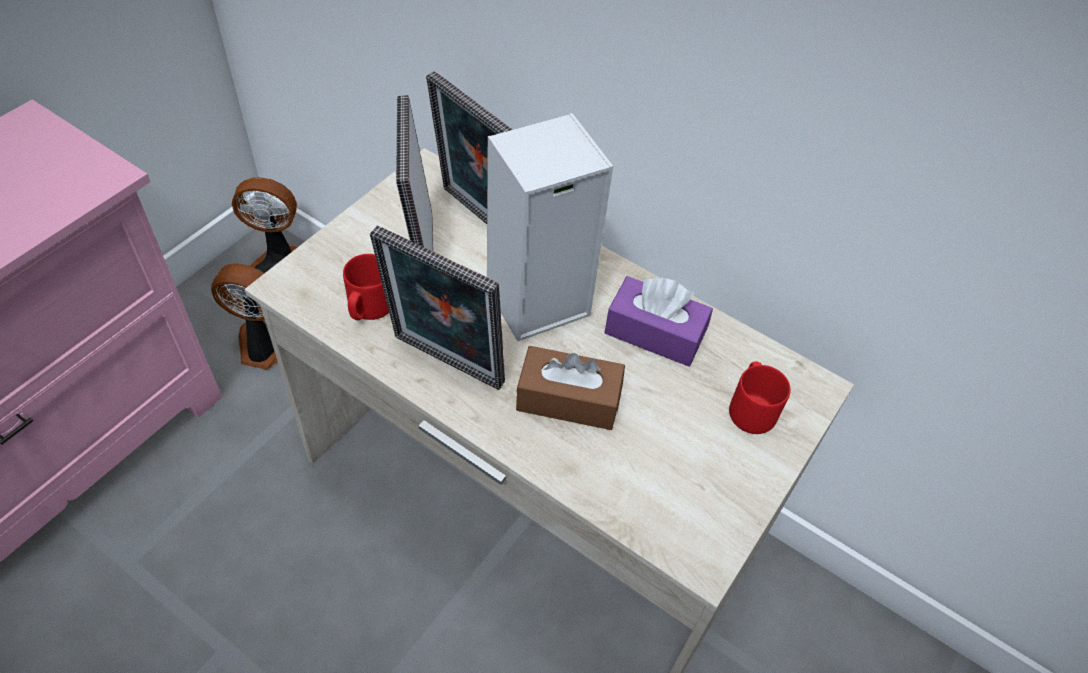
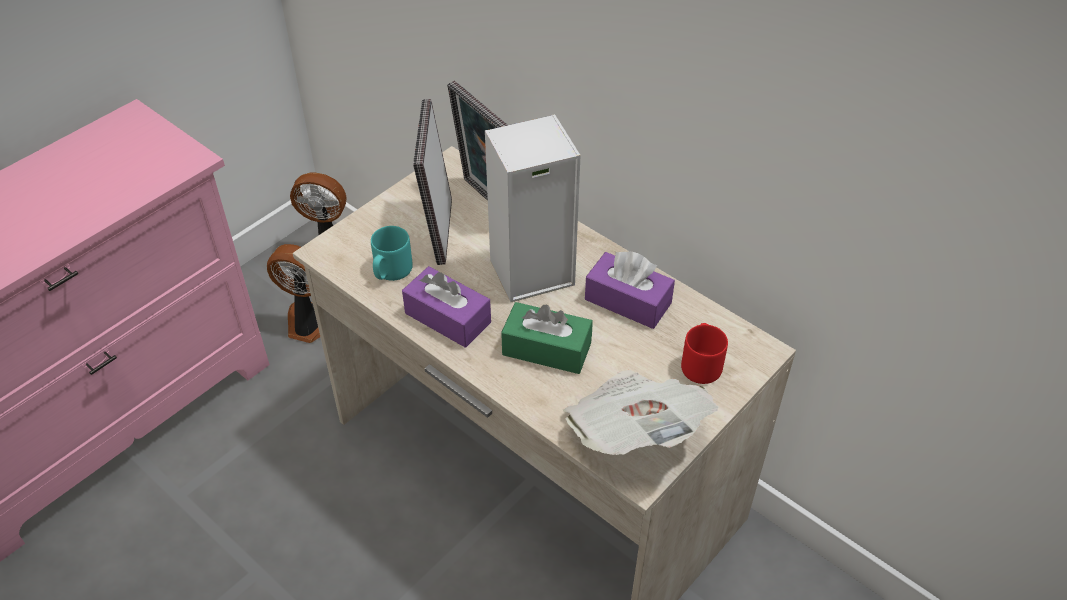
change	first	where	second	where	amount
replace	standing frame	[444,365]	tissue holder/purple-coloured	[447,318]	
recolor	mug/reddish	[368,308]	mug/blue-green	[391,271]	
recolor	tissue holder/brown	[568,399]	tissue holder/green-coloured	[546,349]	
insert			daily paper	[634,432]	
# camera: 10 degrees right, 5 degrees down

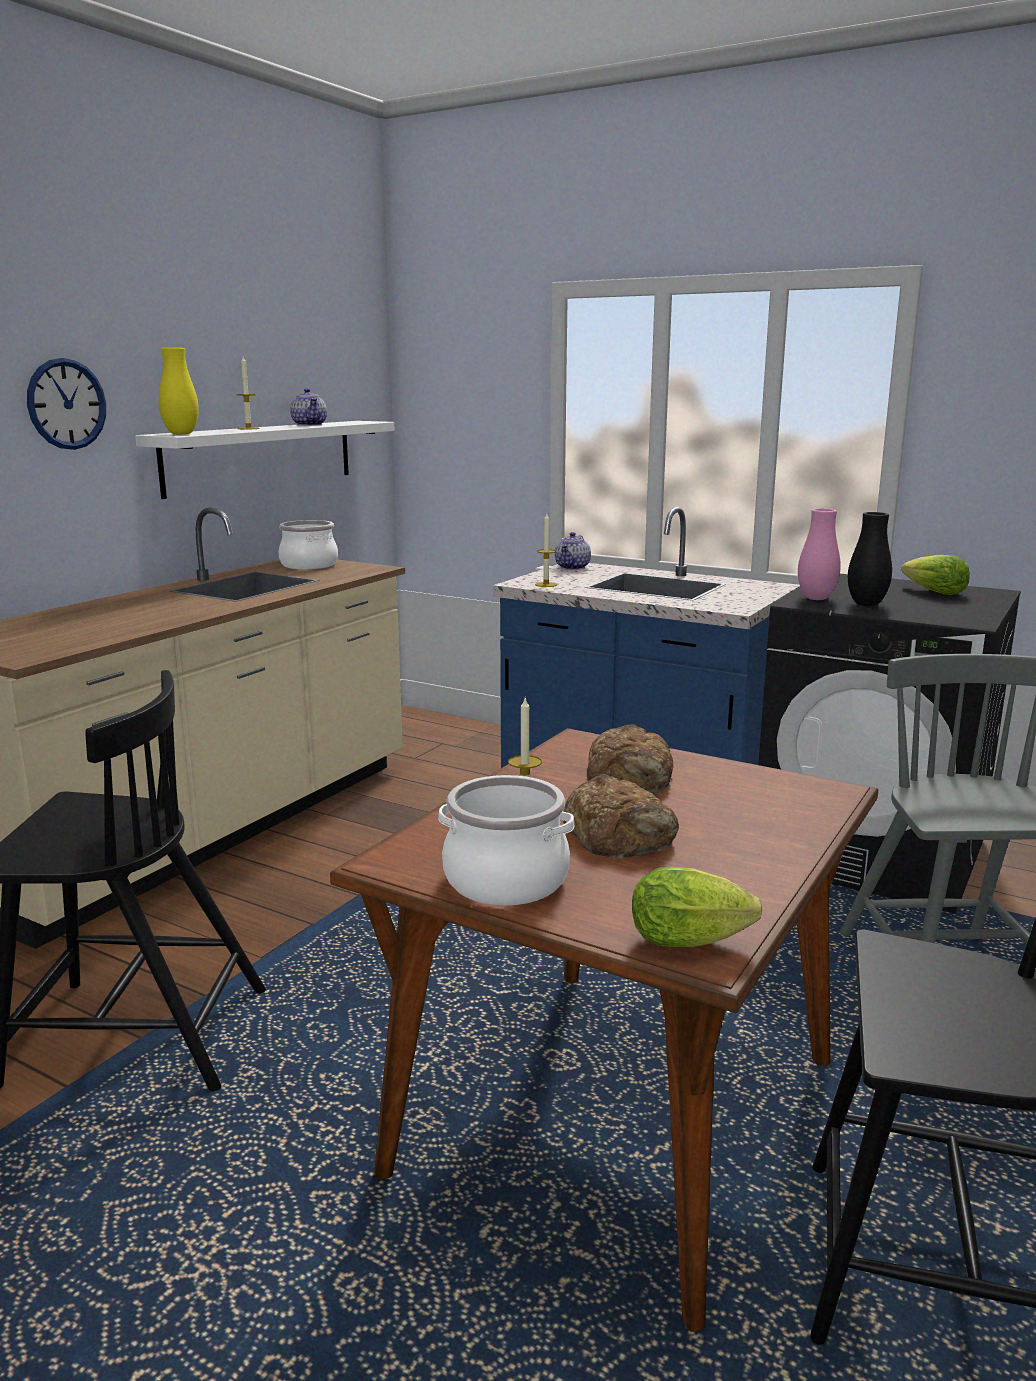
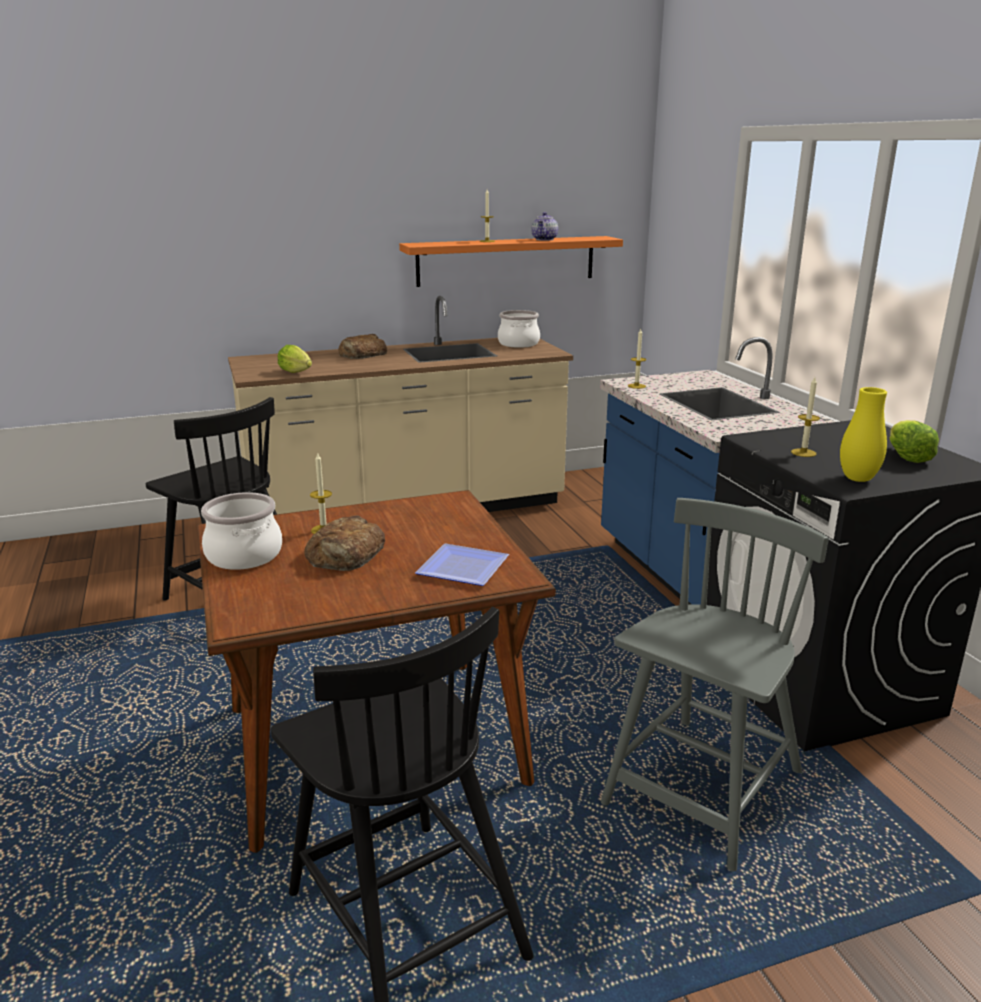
change	first	where	second	where	amount
move	vase/yellow-coloured	[181,434]		[857,479]	
delete	hanging clock	[66,404]			
recolor	shelf/white	[261,456]	shelf/orange-coloured	[506,261]	
delete	vase/pink	[816,598]			
replace	vase/blackish	[866,604]	candle	[803,453]	
delete	teapot	[573,567]			
move	bread	[631,774]		[362,354]	
move	head of lettuce	[695,941]		[297,373]	
insert			plate	[459,569]	
# camera: 40 degrees right, 5 degrees up

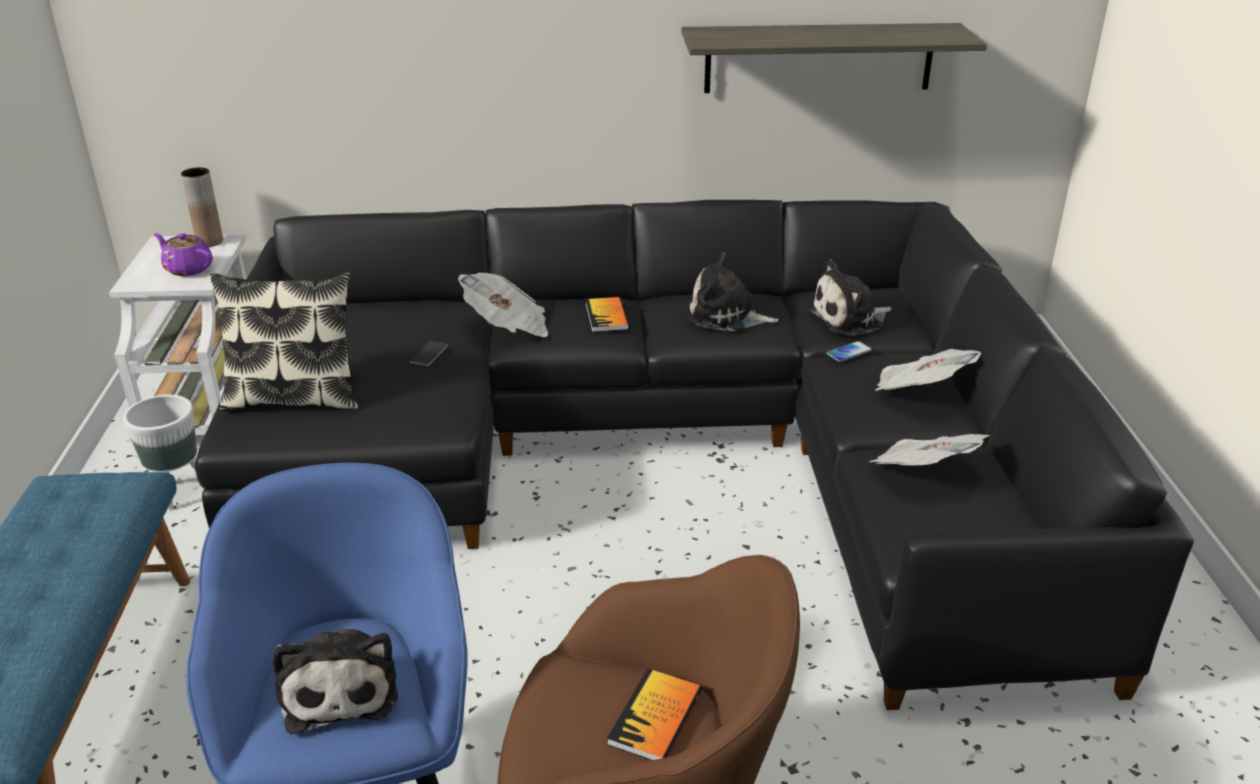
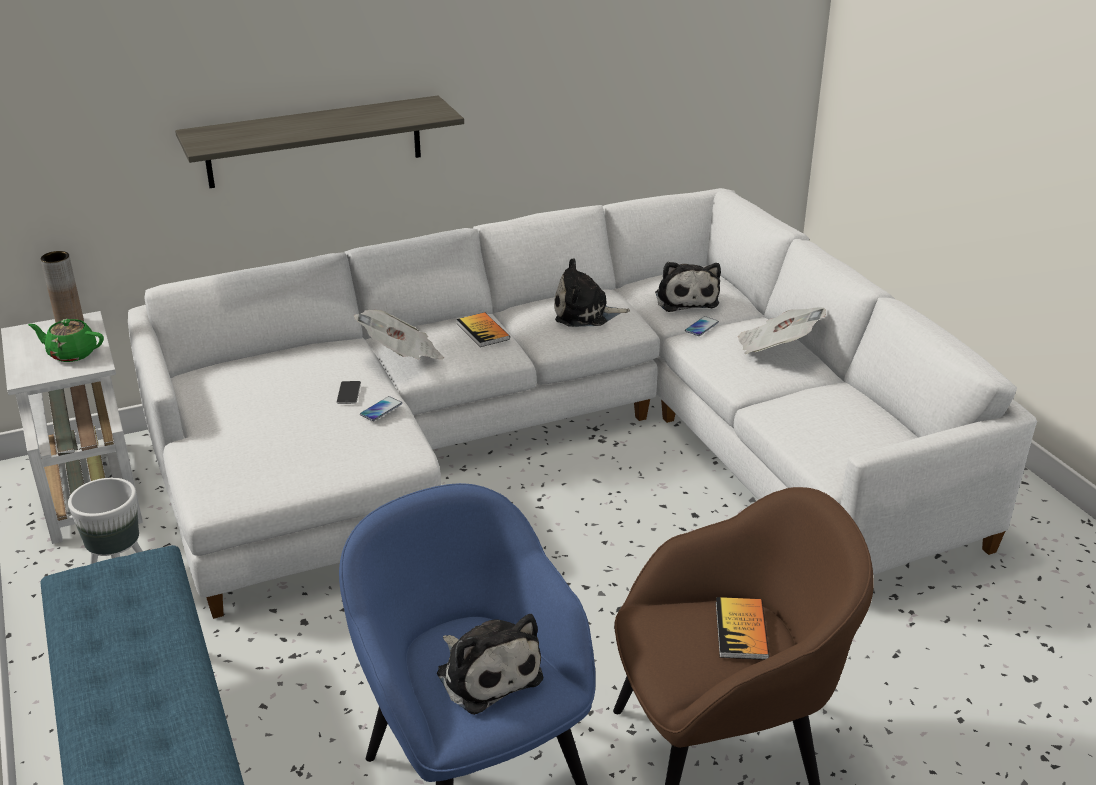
change	first	where	second	where	amount
move	shelf	[819,58]		[314,142]	
recolor	sofa/blackish	[668,456]	sofa/white	[556,446]	
recolor	teapot/purple-coloured	[188,269]	teapot/green-coloured	[71,353]	
rotate	cuddly toy	[850,319]		[685,299]	60 degrees counterclockwise
delete	throw pillow	[294,398]			
delete	daily paper	[923,473]			
insert			phone	[381,409]	
# camera: 20 degrees left, 0 degrees up

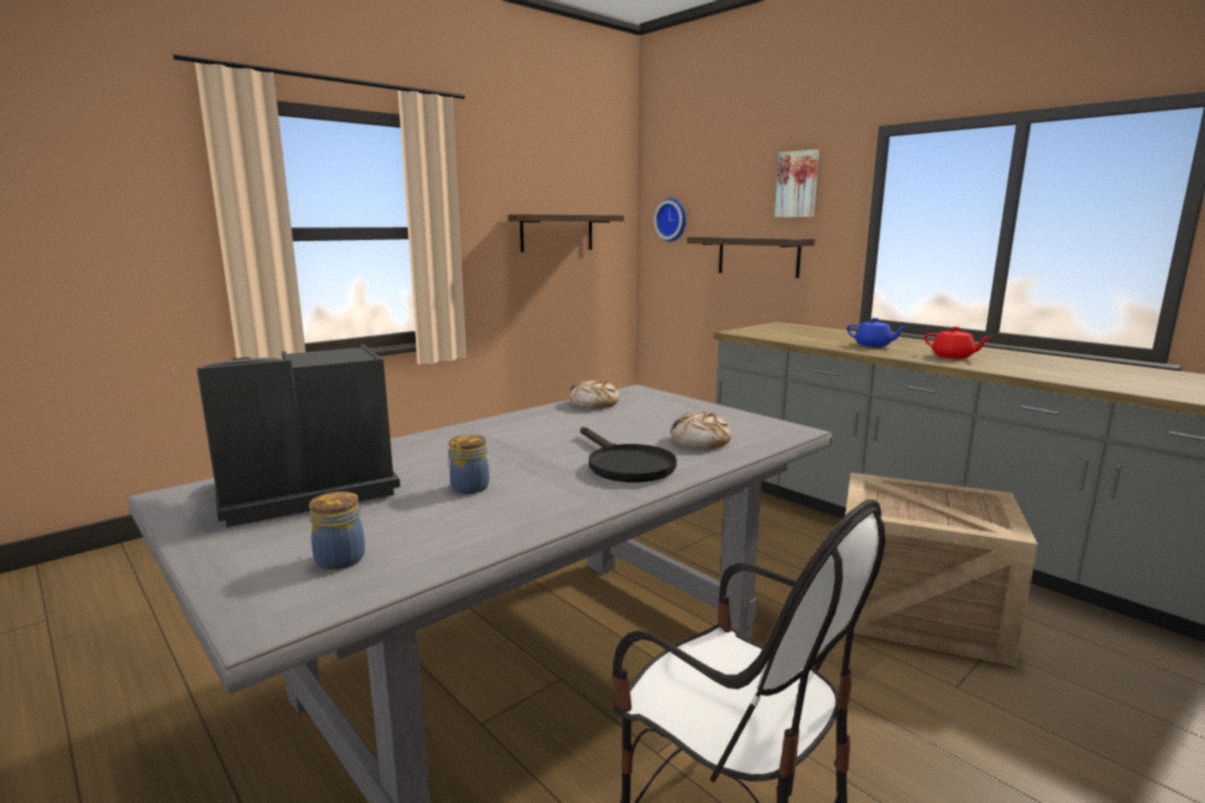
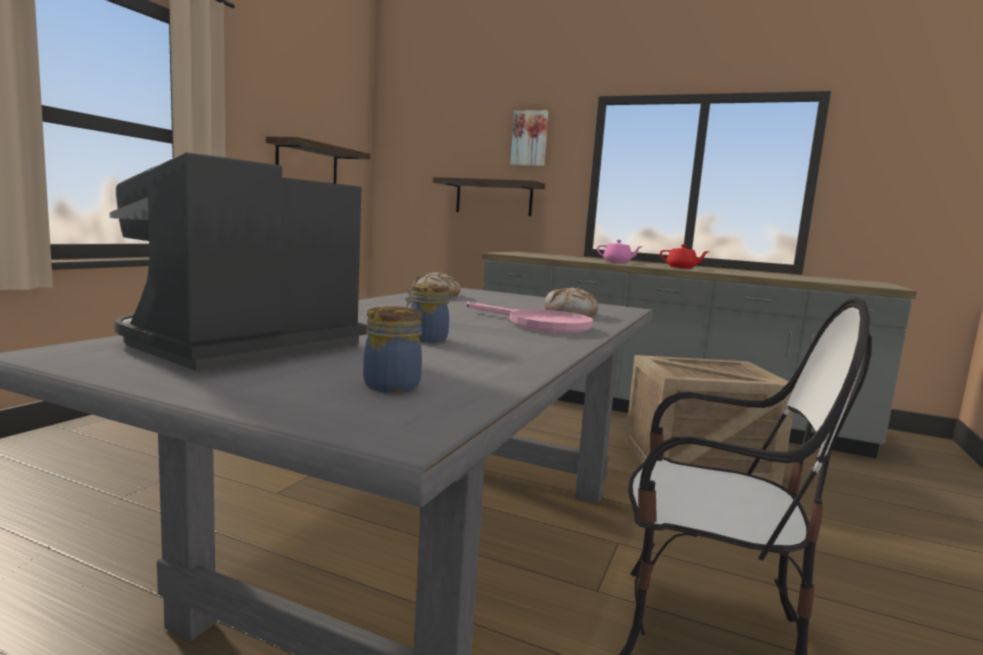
change	first	where	second	where	amount
delete	hanging clock	[672,220]			
recolor	teapot/bluish	[873,345]	teapot/pink	[617,262]	
recolor	pan/blackish	[624,465]	pan/pink	[538,325]	
# camera: 25 degrees left, 5 degrees down

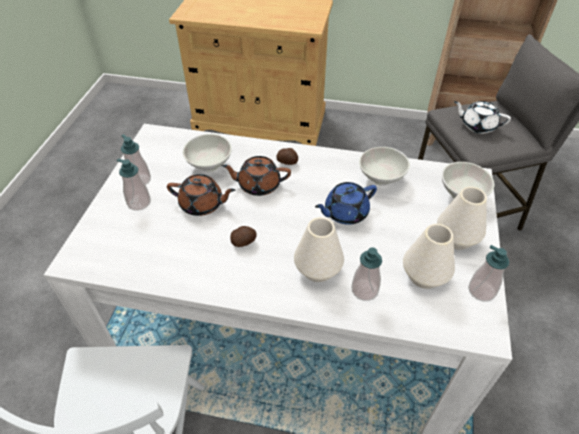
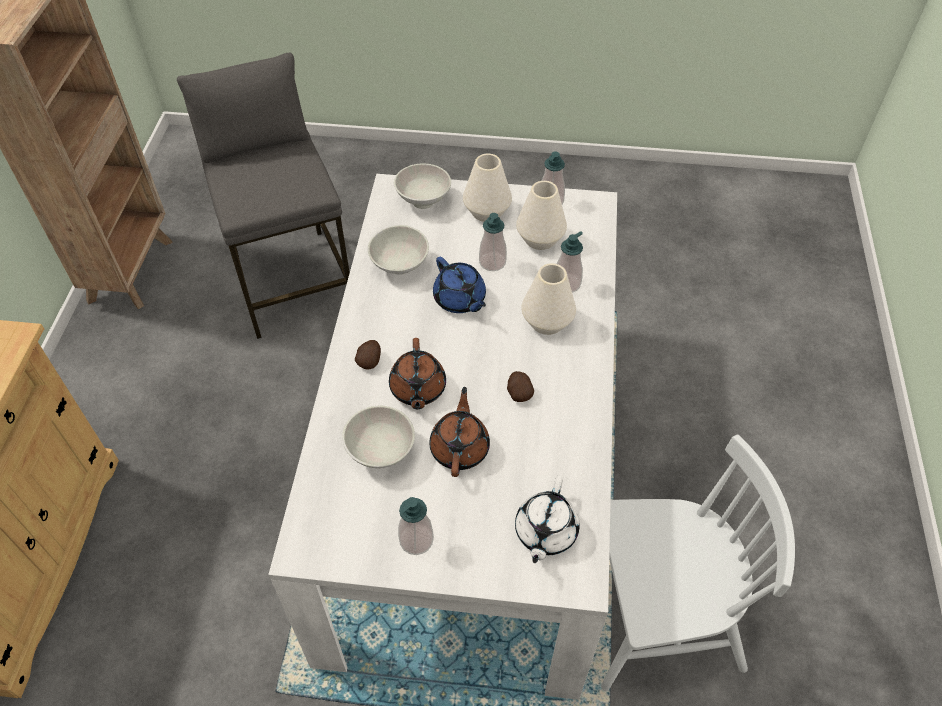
change	first	where	second	where	amount
move	teapot/white	[477,126]		[545,532]	
move	soap dispenser	[139,203]		[492,262]	
# camera: 95 degrees left, 5 degrees up

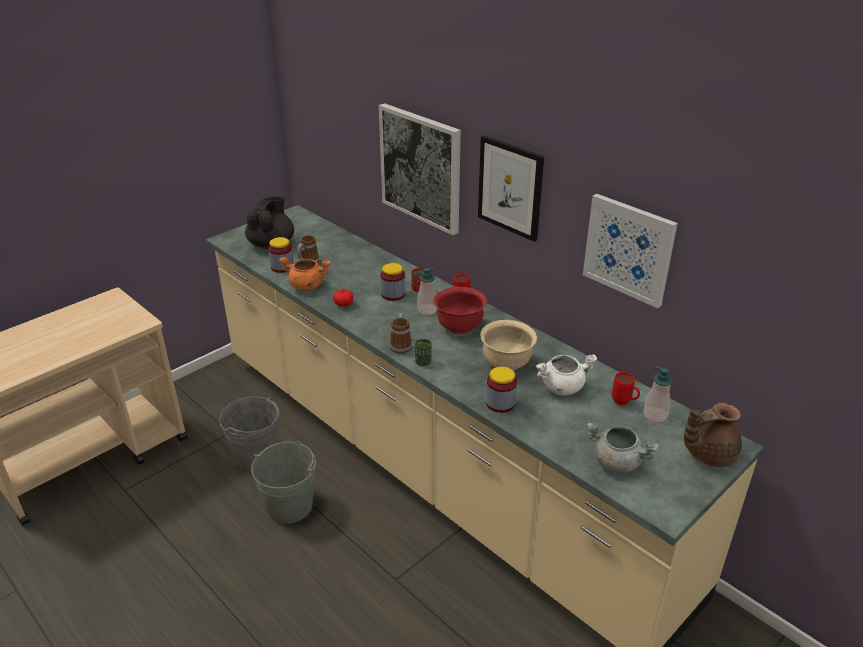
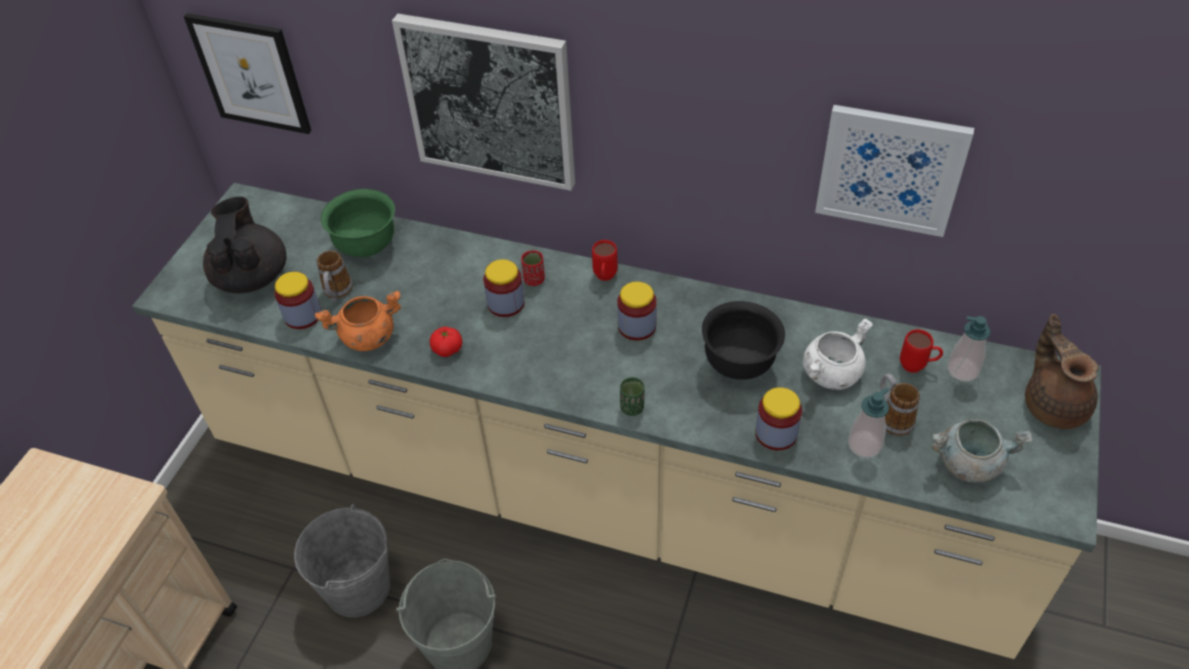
change	first	where	second	where	amount
move	picture	[510,187]		[251,73]	
move	soap dispenser	[427,310]		[864,445]	
replace	serving bowl/reddish	[459,327]	jar	[637,326]	
move	mug	[401,345]		[891,417]	
recolor	serving bowl/beige	[506,364]	serving bowl/blackish	[739,364]	
rotate	teapot/brown	[708,454]		[1053,404]	120 degrees clockwise
insert			serving bowl/green-coloured	[366,246]	
# camera: 25 degrees left, 15 degrees up

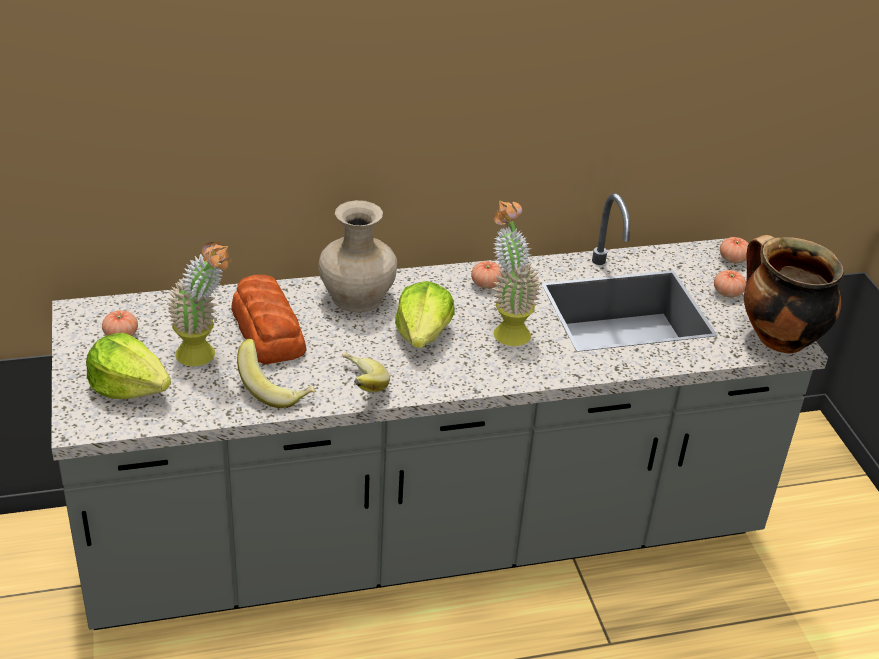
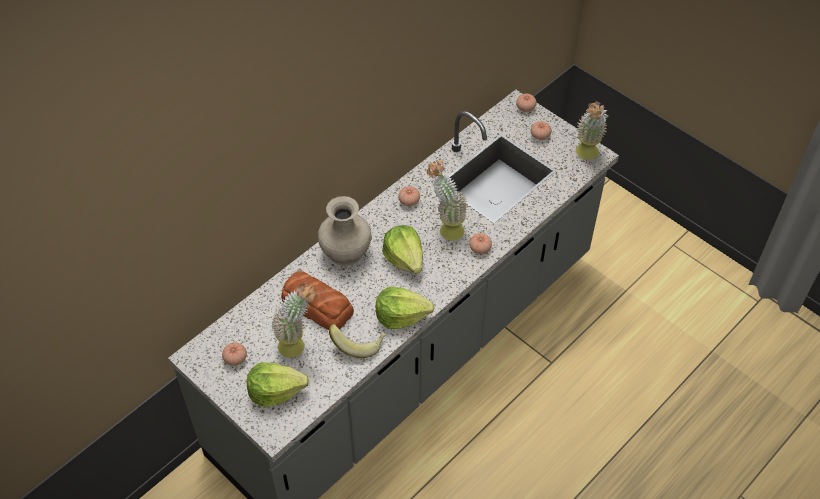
change	first	where	second	where	amount
replace	cooking pot	[777,338]	plant in a pot	[587,156]	
replace	banana fruit	[358,387]	head of lettuce	[401,316]	
insert			whole tomato	[480,248]	
# camera: 30 degrees left, 15 degrees up

